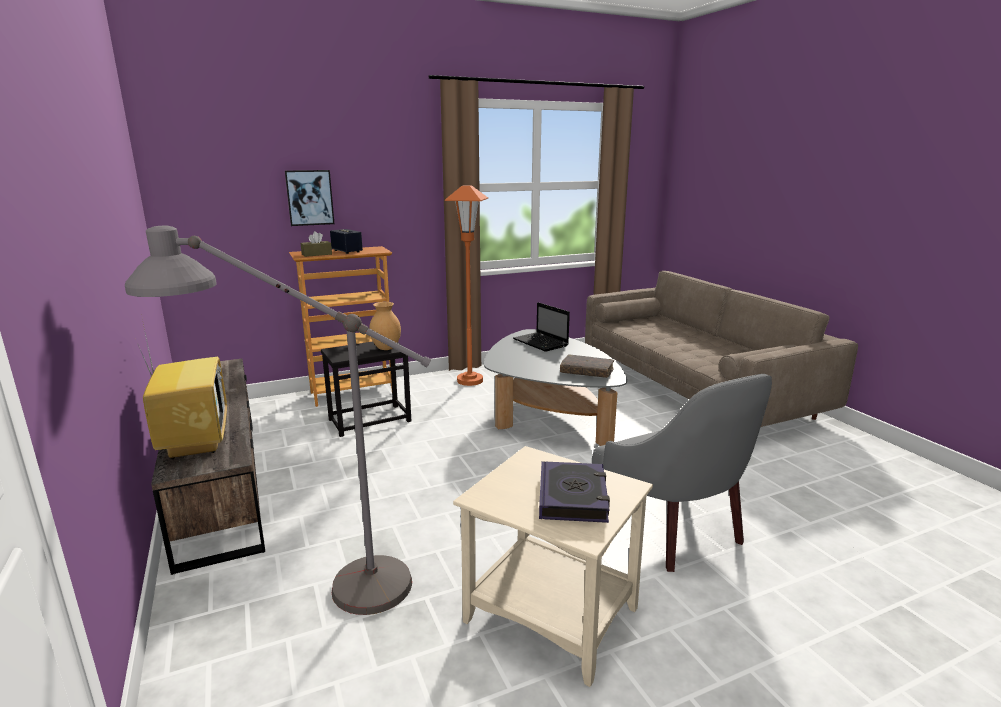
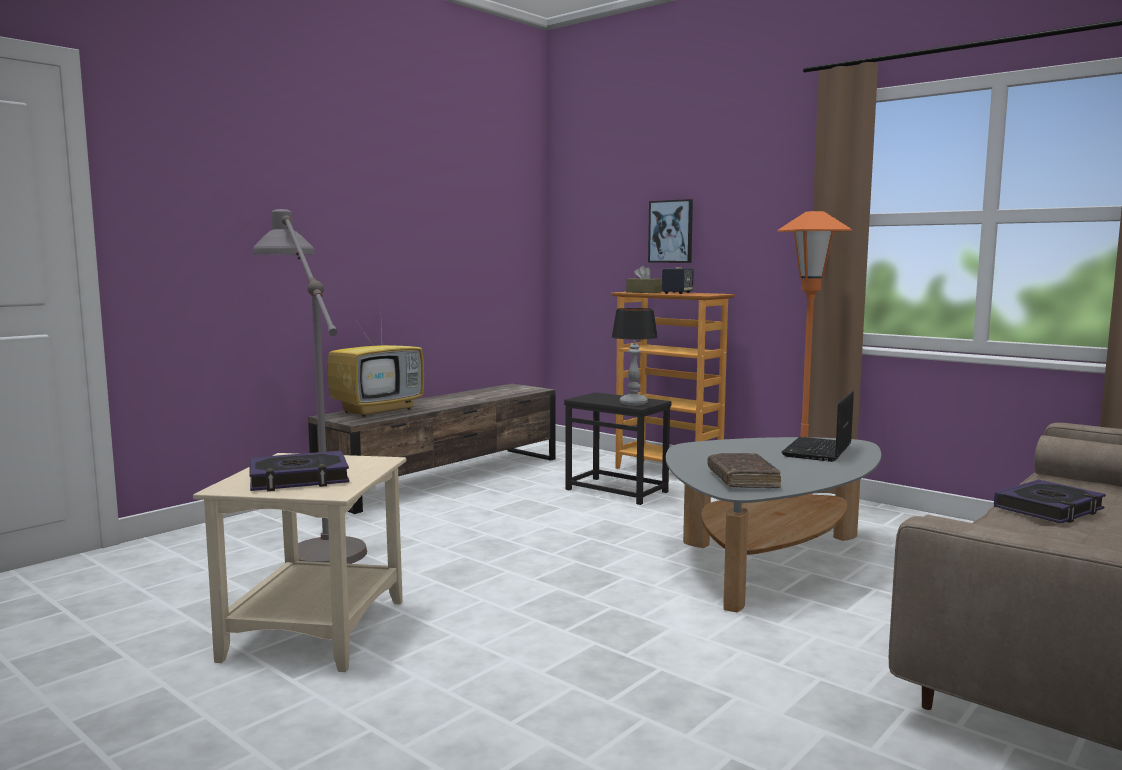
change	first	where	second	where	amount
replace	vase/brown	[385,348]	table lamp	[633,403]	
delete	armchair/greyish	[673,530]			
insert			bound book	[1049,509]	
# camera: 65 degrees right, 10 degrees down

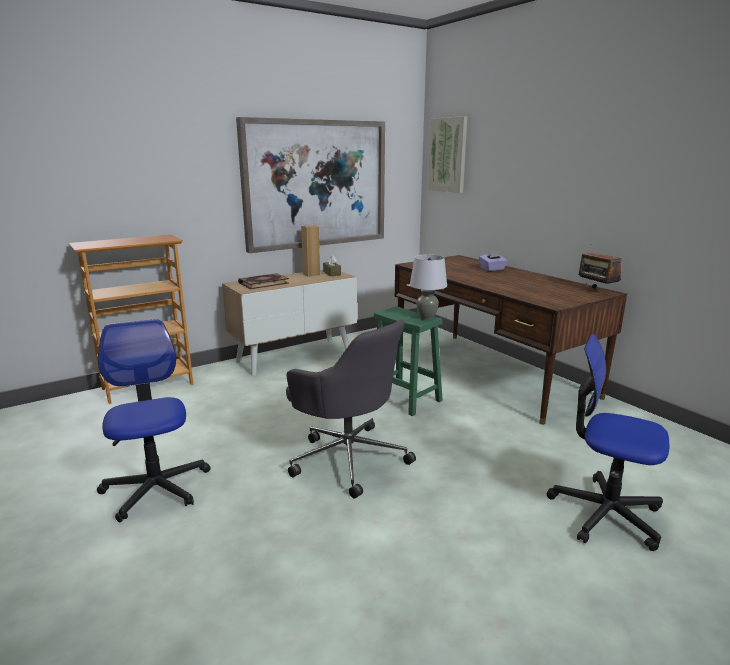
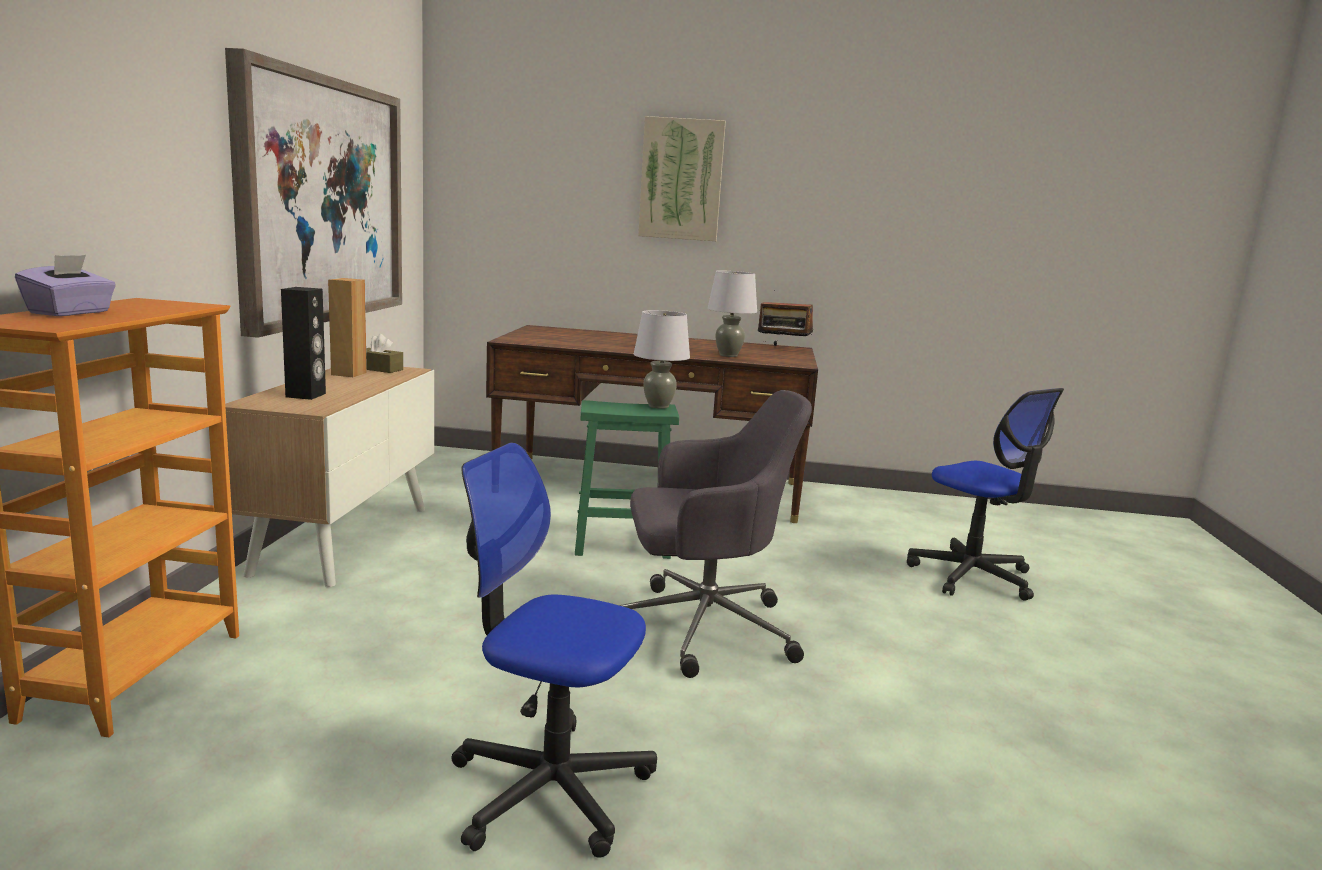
change	first	where	second	where	amount
move	picture	[448,155]		[681,179]	
move	tissue holder/purple-coloured	[492,269]		[70,312]	
replace	bound book	[263,283]	loudspeaker/blackish	[306,395]	
rotate	desk chair	[605,513]		[972,576]	105 degrees counterclockwise
insert			table lamp/greyish	[728,355]	
# camera: 50 degrees left, 5 degrees down

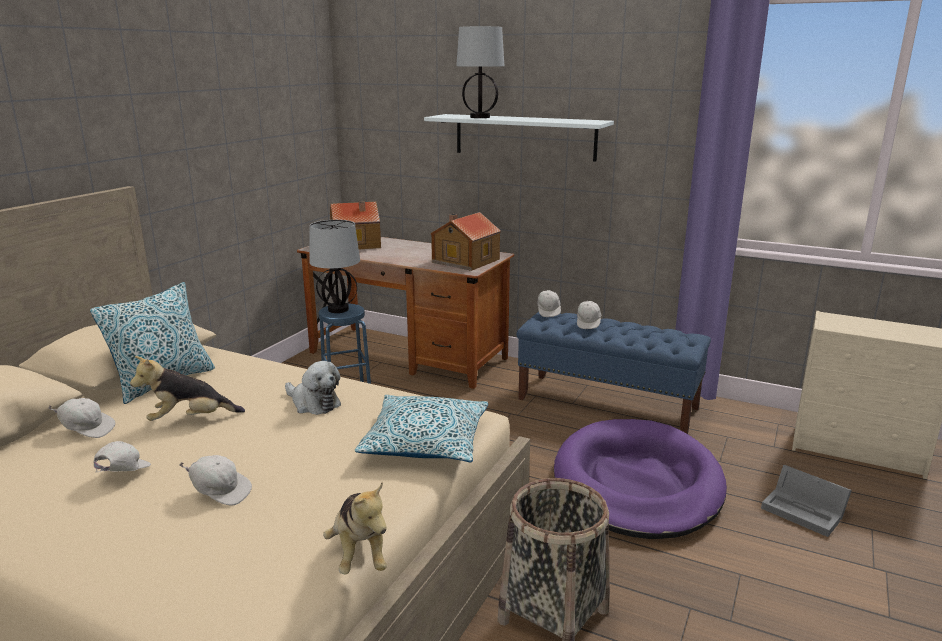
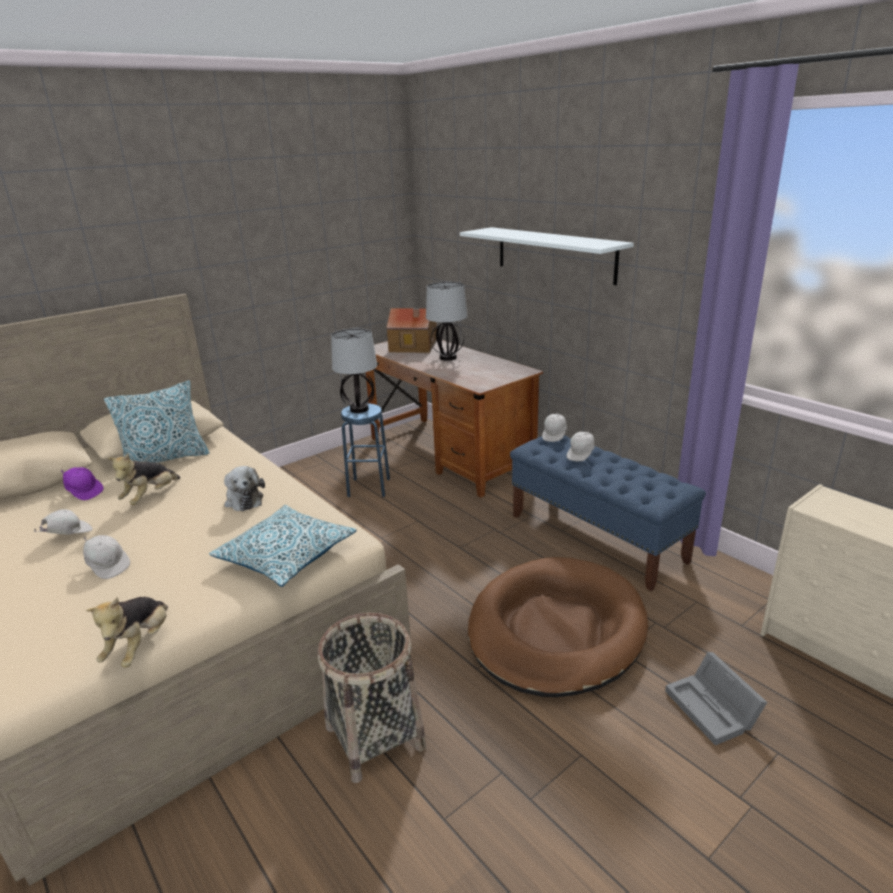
change	first	where	second	where	amount
move	table lamp	[480,117]		[448,358]	
delete	toy house	[464,261]			
rotate	cuddly toy	[190,419]		[151,497]	75 degrees counterclockwise
recolor	peaked cap/white	[87,430]	peaked cap/purple-coloured	[84,492]	
recolor	pet bed/purple-coloured	[637,484]	pet bed/brown	[556,630]	
# camera: 25 degrees right, 5 degrees up

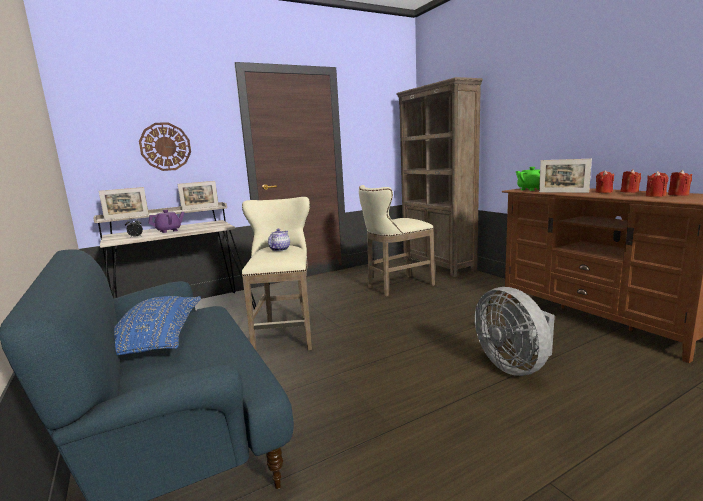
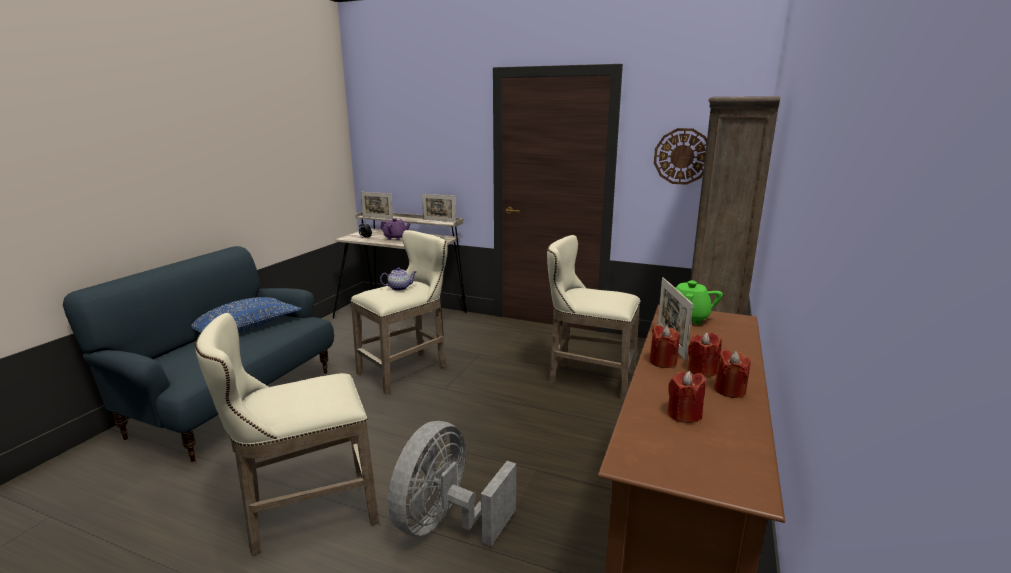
change	first	where	second	where	amount
move	hanging clock	[165,146]		[682,156]	
move	candle/reddish	[678,194]		[663,362]	
insert			sitting stool/beige	[305,515]	
# camera: 50 degrees right, 5 degrees up

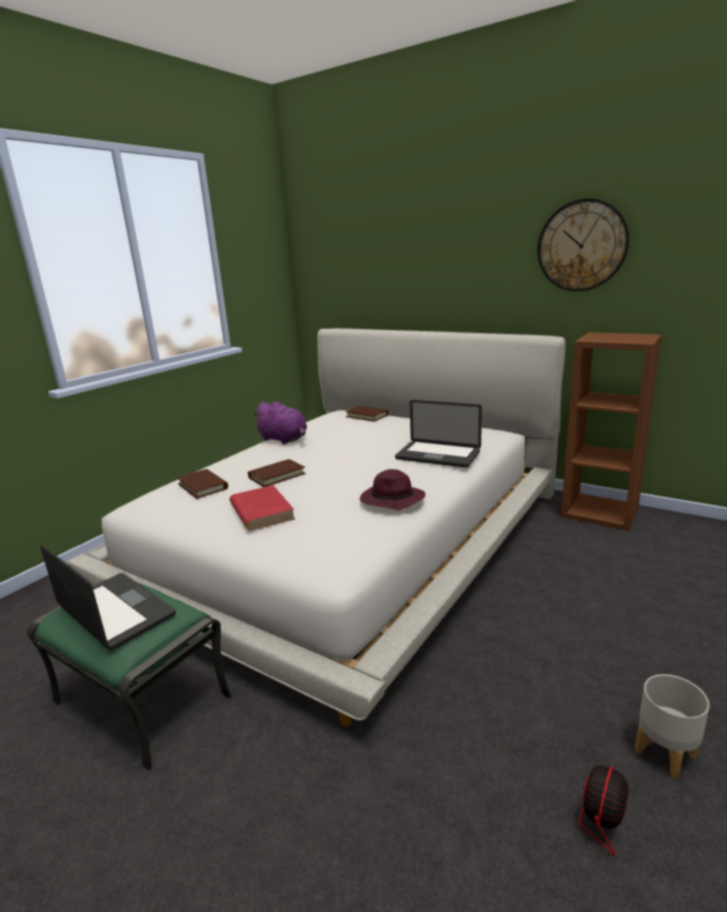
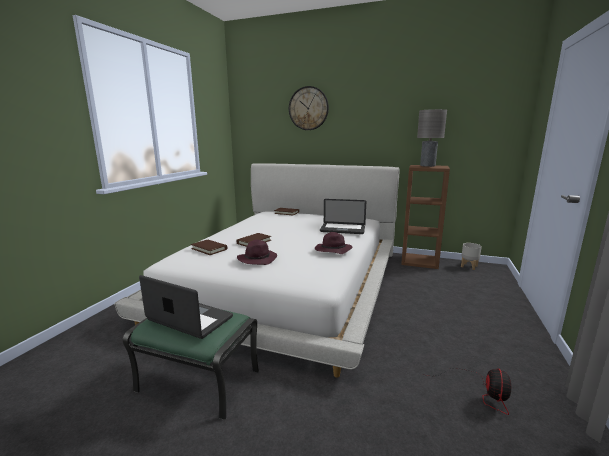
change	first	where	second	where	amount
move	hanging clock	[582,246]		[308,108]	
delete	cuddly toy/purple-coloured	[284,439]			
replace	bound book/reddish	[261,511]	clothing hat/purple-coloured	[258,259]	
move	planter/greyish	[665,752]		[469,266]	
insert			table lamp/greyish	[427,166]	
# camera: 15 degrees left, 5 degrees down

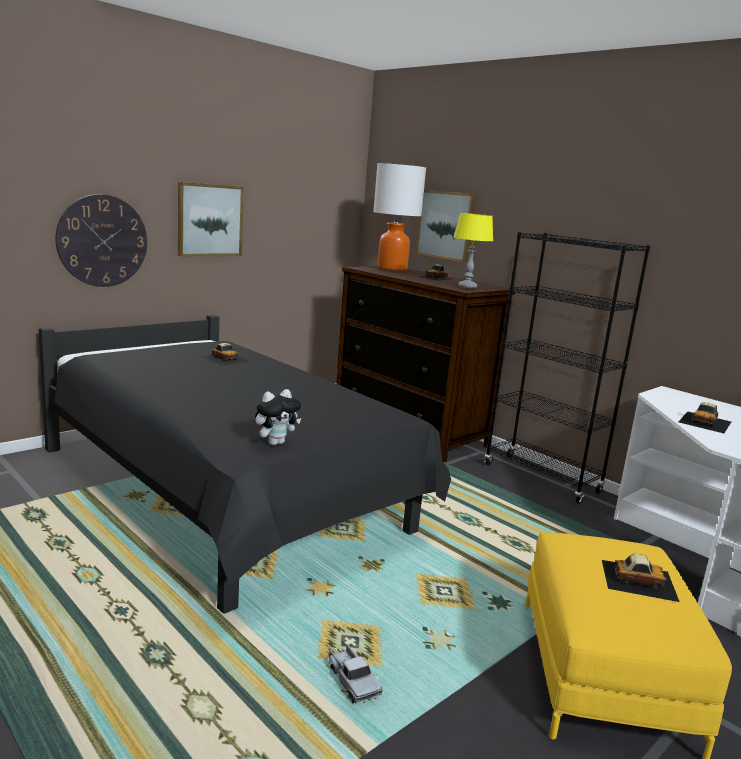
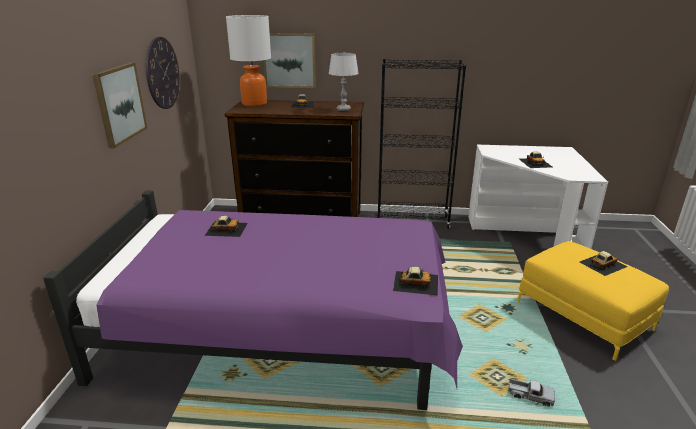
change	first	where	second	where	amount
move	hanging clock	[102,241]		[162,73]	
recolor	table lamp/yellow-coloured	[467,287]	table lamp/greyish	[343,109]	
recolor	bed/blackish	[225,493]	bed/purple-coloured	[283,332]	
replace	cuddly toy	[276,442]	toy car	[415,282]	
# camera: 40 degrees left, 10 degrees up

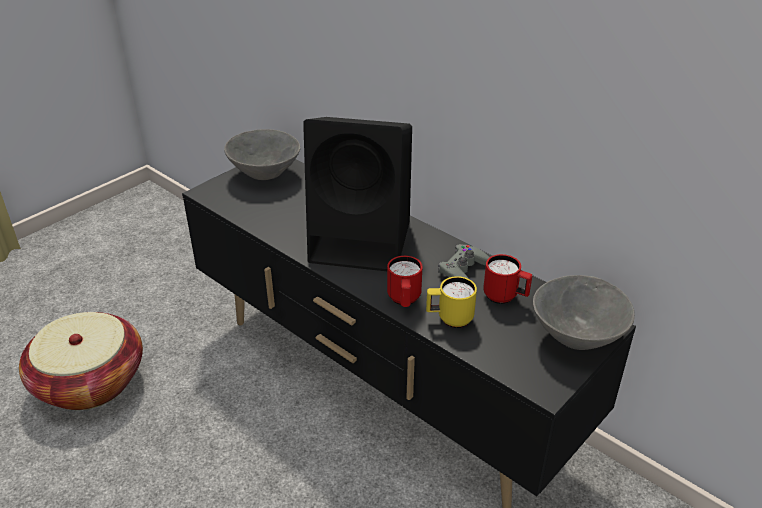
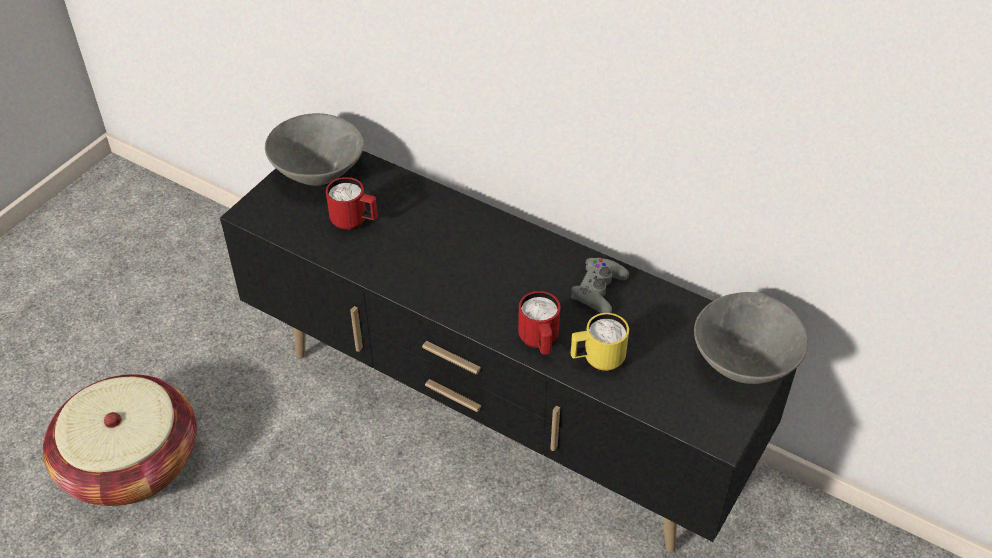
change	first	where	second	where	amount
delete	loudspeaker/blackish	[363,241]			
move	mug/reddish	[505,297]		[354,222]	
# camera: 10 degrees left, 10 degrees up

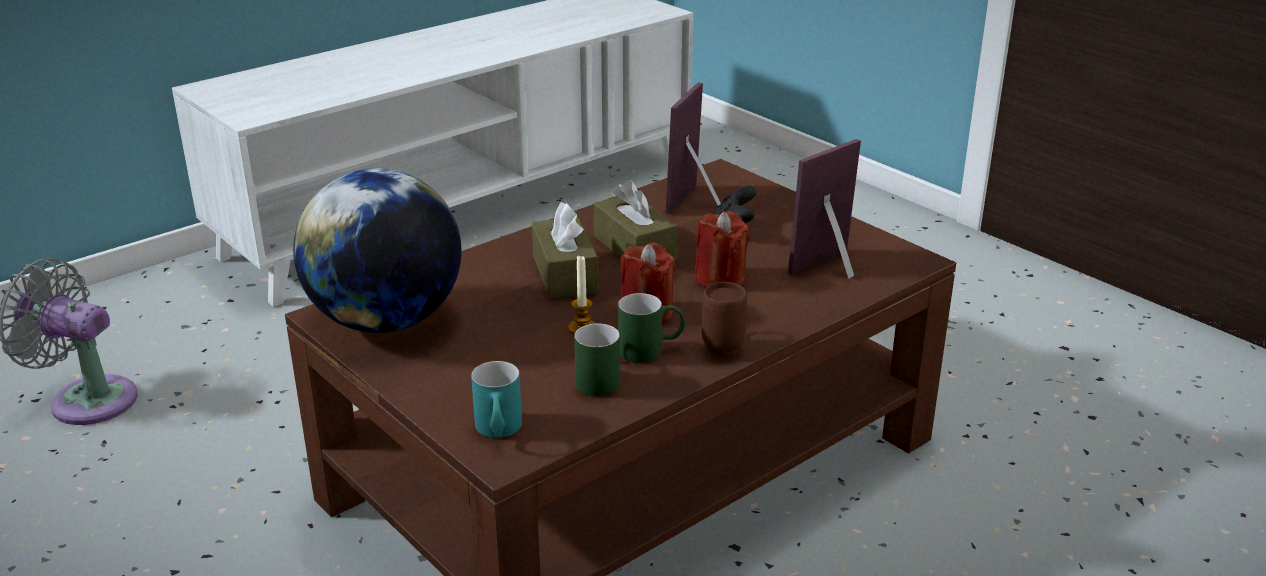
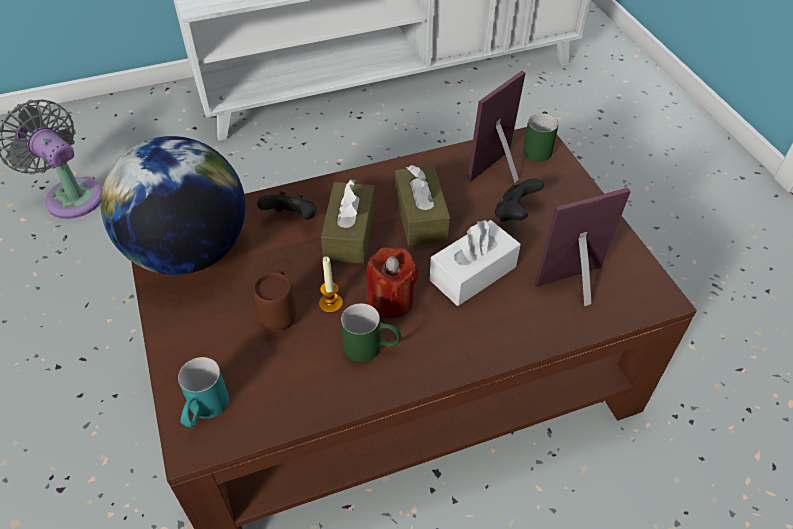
change	first	where	second	where	amount
replace	candle/reddish	[720,278]	tissue holder/white	[473,273]	
move	mug/brown	[720,344]		[281,315]	
move	mug/green-coloured	[596,377]		[538,147]	
insert			joypad/blackish	[292,219]	
# camera: 20 degrees right, 20 degrees up

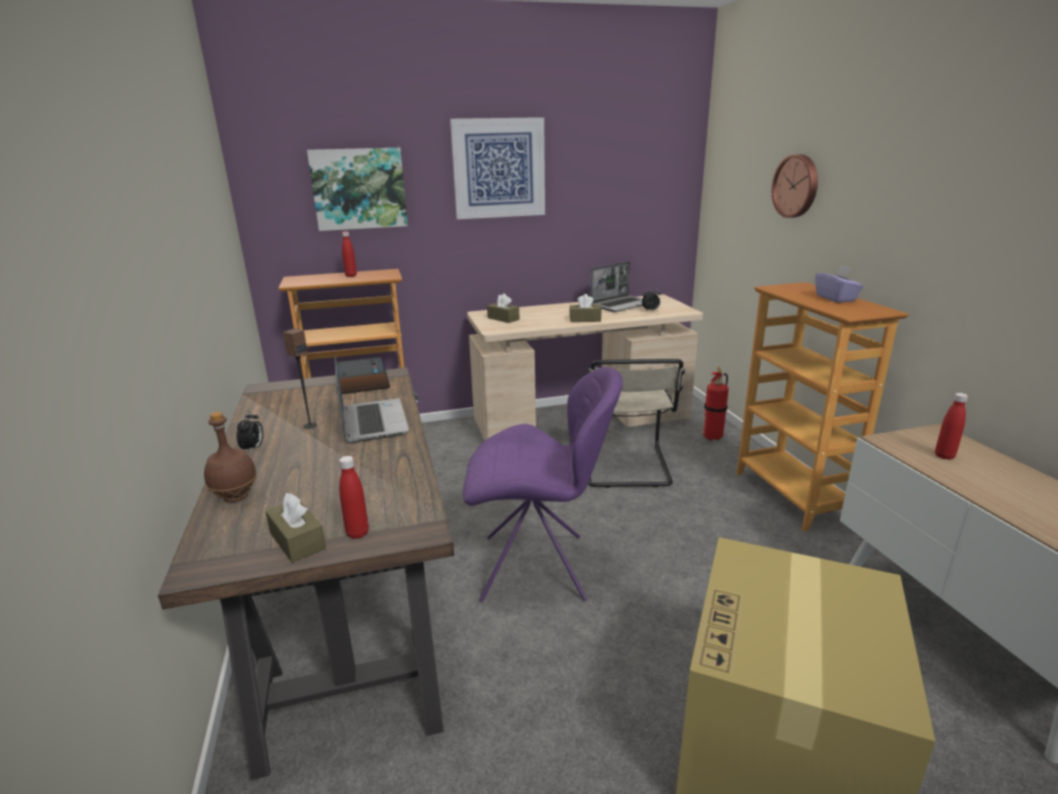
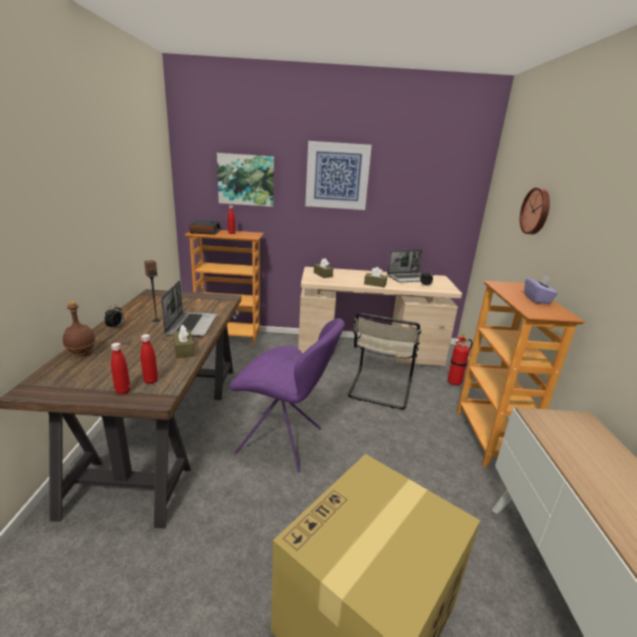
change	first	where	second	where	amount
move	table clock	[362,382]		[205,231]	
move	bottle/reddish	[944,456]		[151,381]	
move	tissue holder/brown	[297,541]		[183,350]	
# camera: 15 degrees right, 0 degrees up

